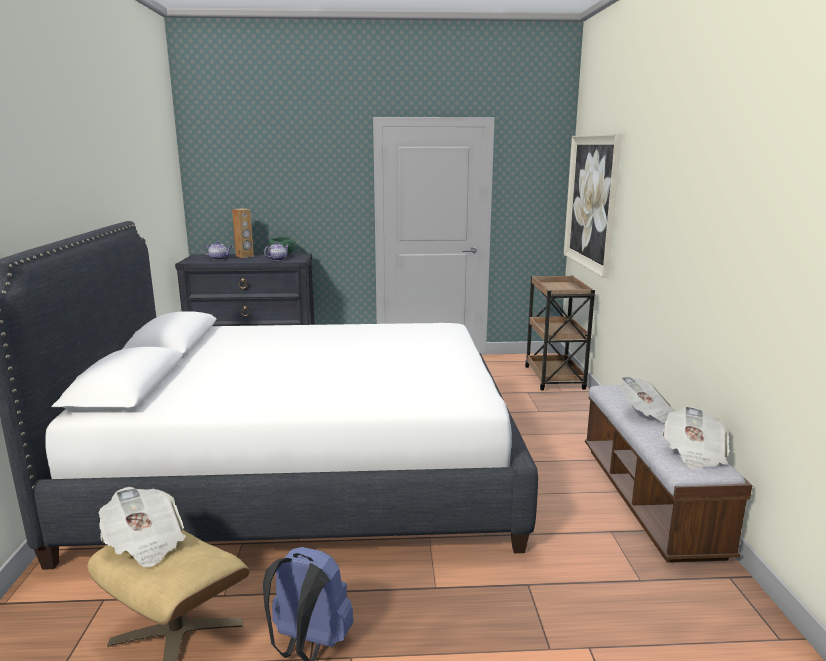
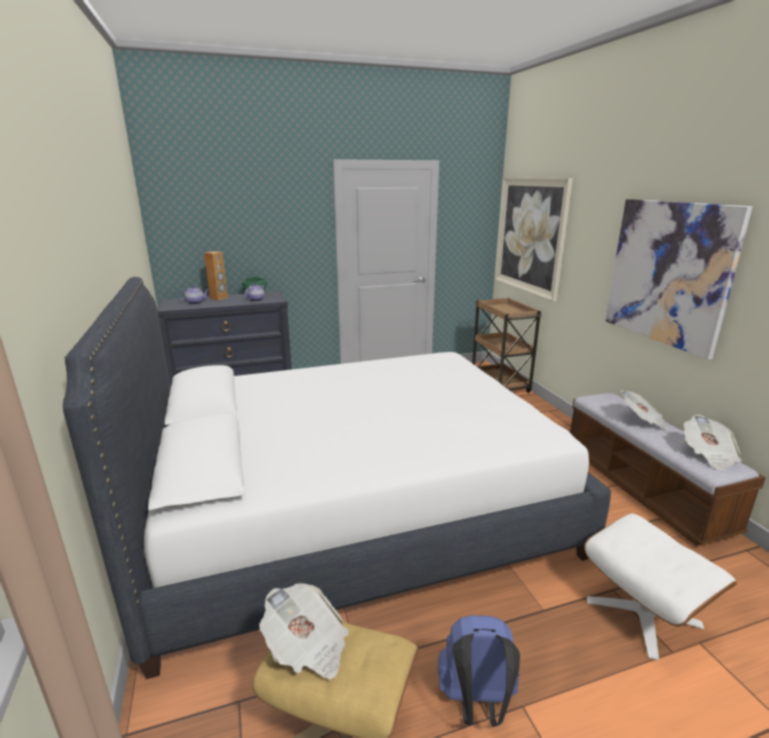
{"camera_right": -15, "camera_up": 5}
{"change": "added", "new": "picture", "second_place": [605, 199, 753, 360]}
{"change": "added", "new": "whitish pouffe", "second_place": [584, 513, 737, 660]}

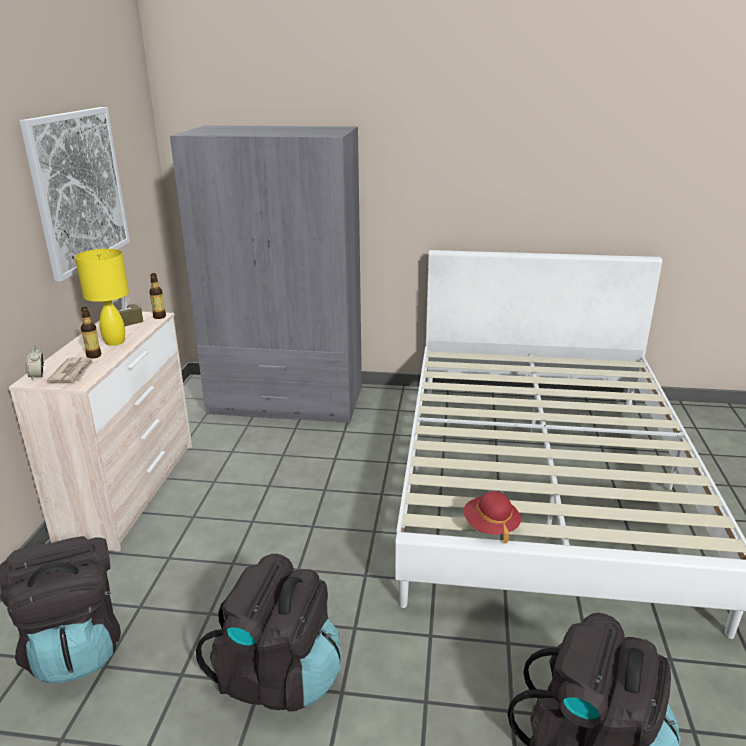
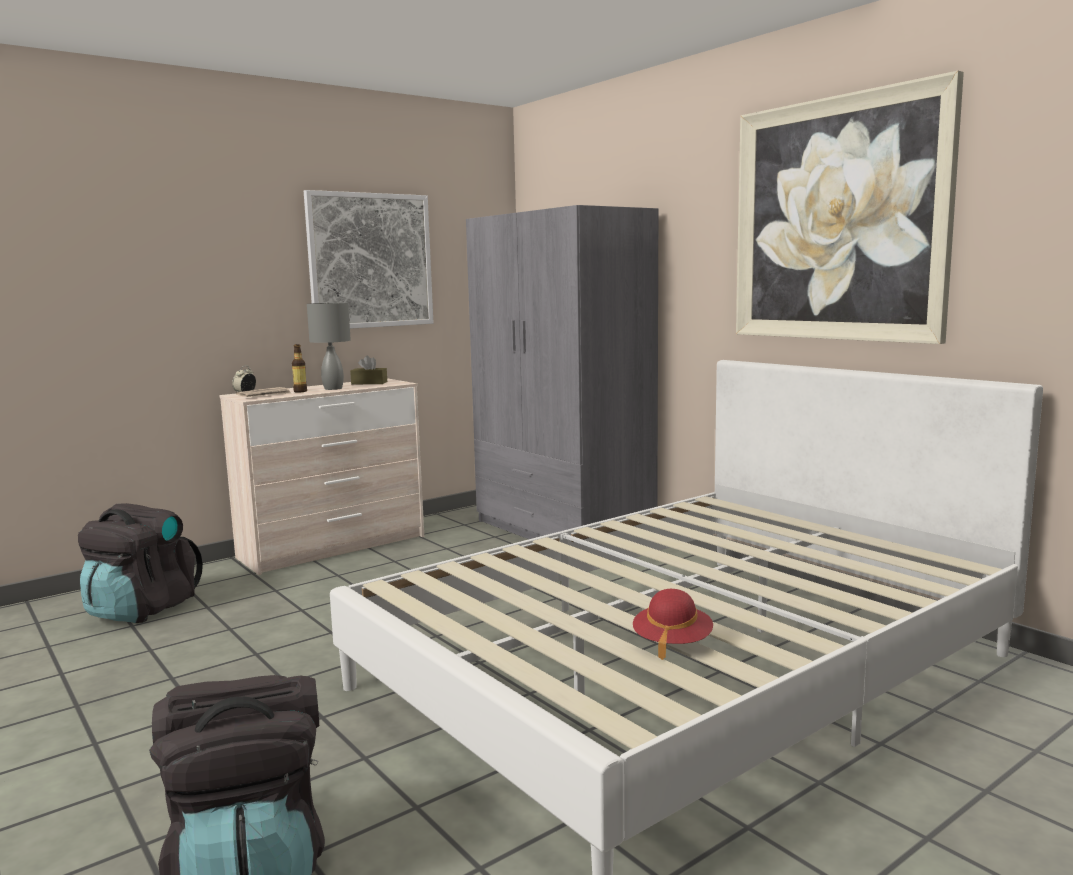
{"camera_right": 45, "camera_up": -15}
{"change": "recoloured", "old": "yellowish lamp for a table", "new": "gray lamp for a table", "first_place": [75, 249, 129, 346], "second_place": [307, 302, 351, 390]}
{"change": "removed", "old": "bottle", "first_place": [149, 273, 166, 319]}
{"change": "moved", "old": "red clothing hat", "first_place": [463, 491, 521, 544], "second_place": [633, 589, 713, 660]}
{"change": "removed", "old": "black backpack", "first_place": [196, 554, 342, 712]}
{"change": "added", "new": "picture", "second_place": [736, 71, 964, 344]}

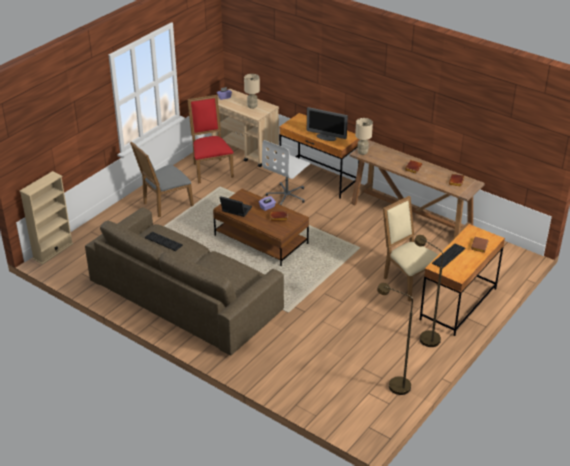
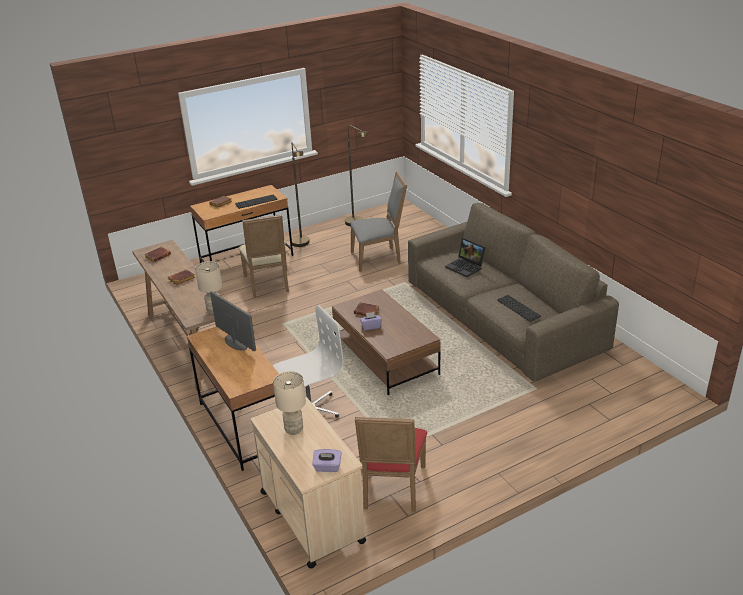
{"camera_right": -155, "camera_up": -5}
{"change": "moved", "old": "gray chair", "first_place": [130, 141, 194, 217], "second_place": [350, 171, 407, 272]}
{"change": "removed", "old": "beige bookshelf", "first_place": [19, 171, 74, 265]}
{"change": "moved", "old": "notebook computer", "first_place": [220, 196, 252, 217], "second_place": [445, 238, 486, 277]}

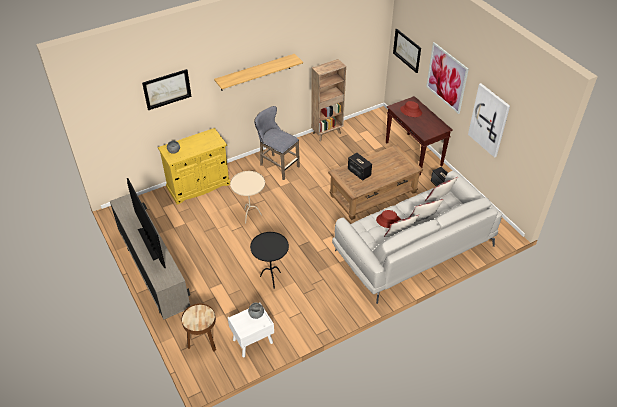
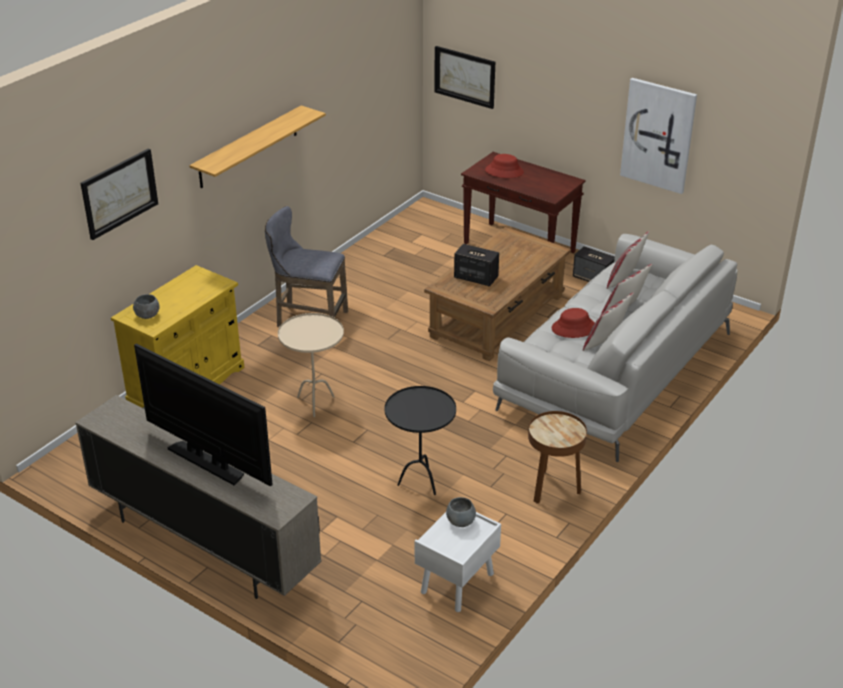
{"camera_right": -25, "camera_up": -10}
{"change": "removed", "old": "picture", "first_place": [426, 42, 469, 114]}
{"change": "removed", "old": "brown bookshelf", "first_place": [311, 59, 346, 141]}
{"change": "moved", "old": "brown side table", "first_place": [181, 303, 216, 352], "second_place": [528, 411, 587, 504]}

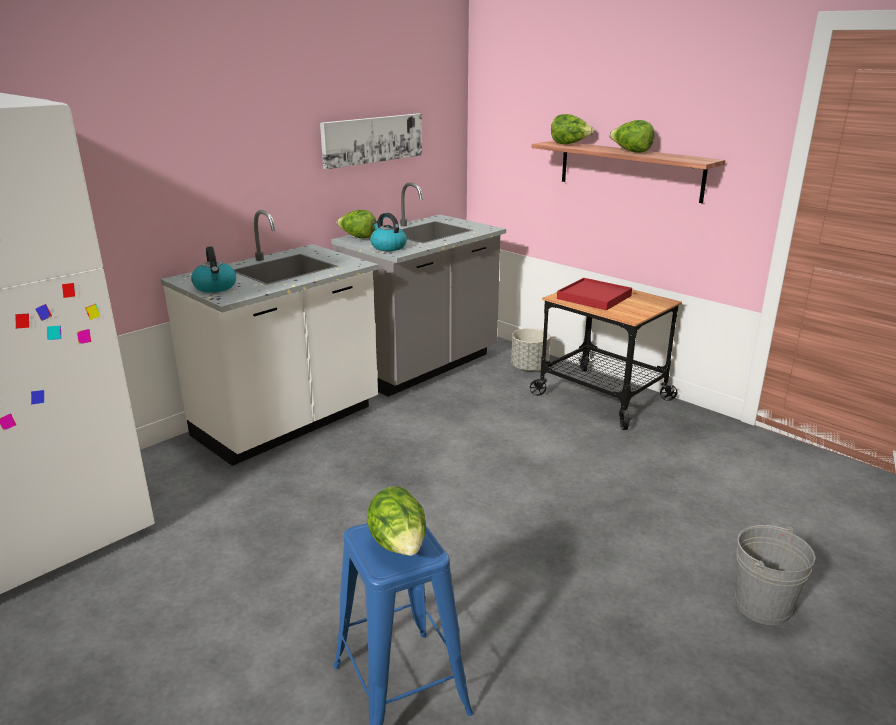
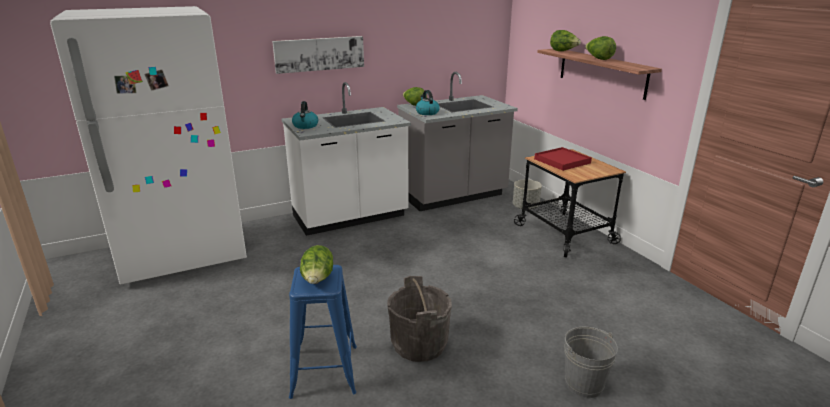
{"camera_right": 20, "camera_up": 0}
{"change": "moved", "old": "picture", "first_place": [320, 113, 422, 169], "second_place": [272, 36, 364, 74]}
{"change": "added", "new": "gray bucket", "second_place": [387, 276, 452, 362]}

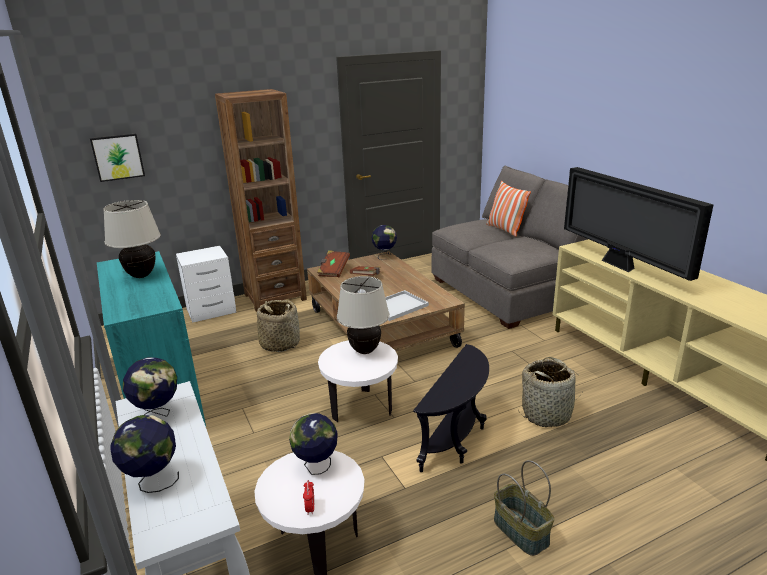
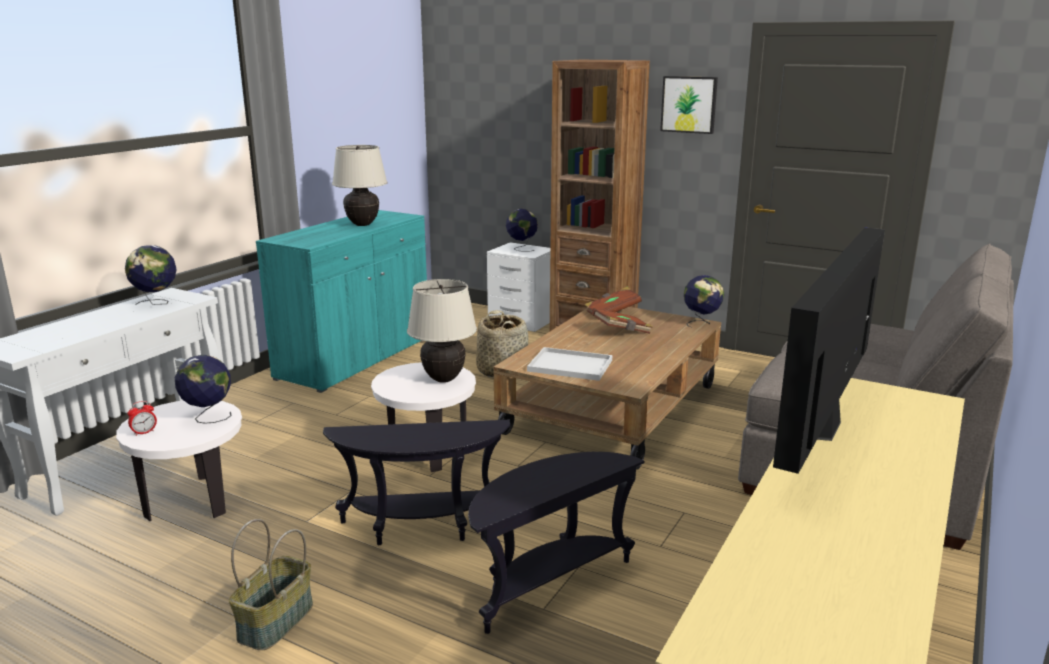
{"camera_right": 55, "camera_up": -5}
{"change": "moved", "old": "picture", "first_place": [90, 134, 145, 182], "second_place": [660, 76, 718, 134]}
{"change": "removed", "old": "pillow", "first_place": [487, 181, 531, 237]}
{"change": "replaced", "old": "basket", "new": "black side table", "first_place": [518, 357, 582, 427], "second_place": [468, 452, 644, 634]}
{"change": "moved", "old": "desk globe", "first_place": [110, 415, 179, 493], "second_place": [506, 209, 538, 252]}

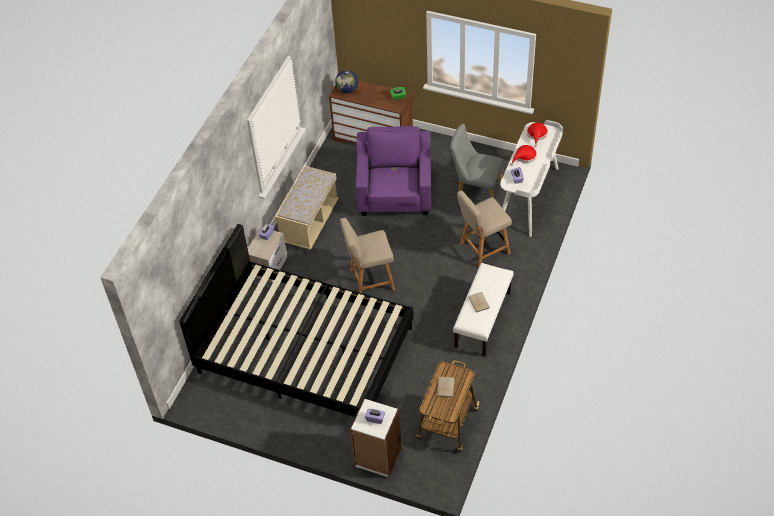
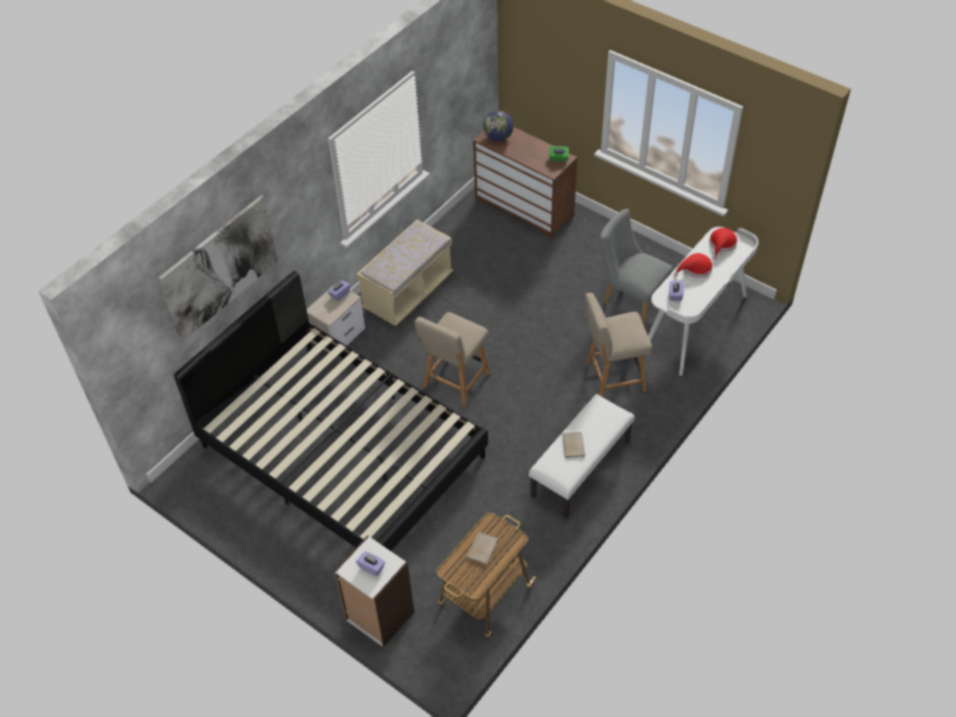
{"camera_right": 15, "camera_up": 0}
{"change": "removed", "old": "purple-coloured easy chair", "first_place": [356, 126, 431, 216]}
{"change": "turned", "old": "beige chair", "first_place": [340, 218, 395, 293], "second_place": [415, 312, 491, 406], "degrees": -60}
{"change": "added", "new": "picture", "second_place": [158, 195, 278, 342]}

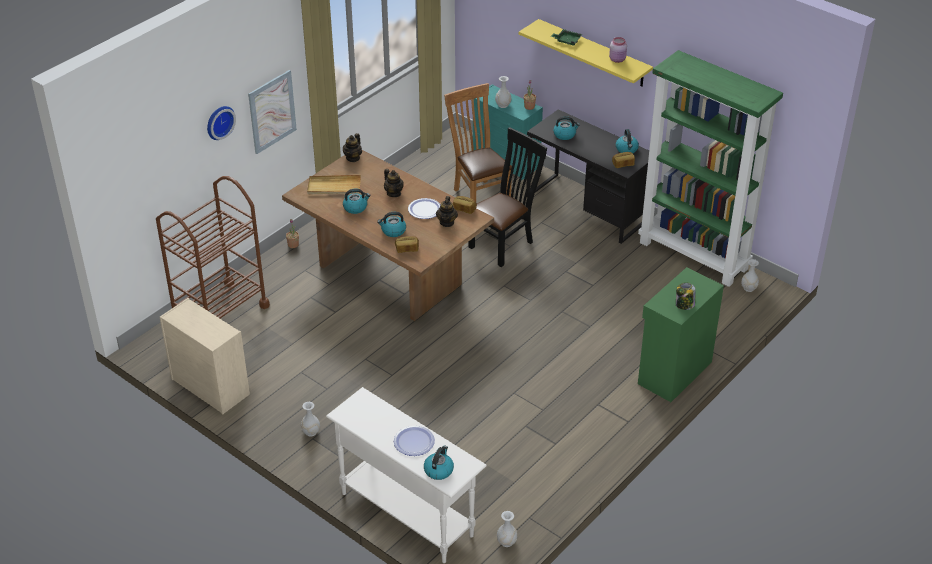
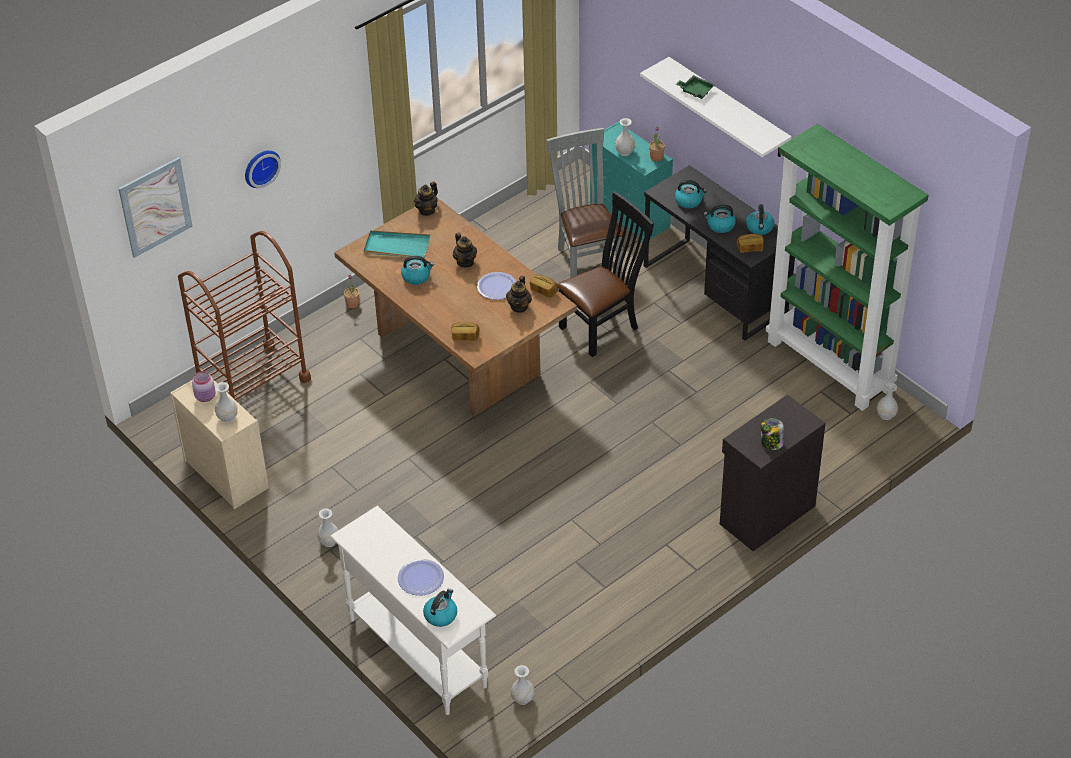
{"camera_right": 10, "camera_up": 5}
{"change": "recoloured", "old": "yellowish shelf", "new": "whitish shelf", "first_place": [519, 19, 653, 86], "second_place": [640, 57, 792, 157]}
{"change": "moved", "old": "pink preserve jar", "first_place": [609, 37, 627, 63], "second_place": [192, 371, 216, 402]}
{"change": "moved", "old": "picture", "first_place": [248, 70, 297, 154], "second_place": [118, 157, 193, 258]}
{"change": "recoloured", "old": "brown chair", "new": "gray chair", "first_place": [444, 83, 512, 201], "second_place": [547, 128, 623, 278]}
{"change": "recoloured", "old": "beige carrying tray", "new": "blue-green carrying tray", "first_place": [307, 175, 361, 194], "second_place": [364, 230, 430, 258]}
{"change": "moved", "old": "tea kettle", "first_place": [377, 212, 406, 237], "second_place": [704, 204, 736, 233]}
{"change": "recoloured", "old": "green-coloured storage cabinet", "new": "black storage cabinet", "first_place": [638, 267, 724, 402], "second_place": [720, 394, 826, 551]}
{"change": "added", "new": "whitish decorative vase", "second_place": [215, 382, 238, 422]}

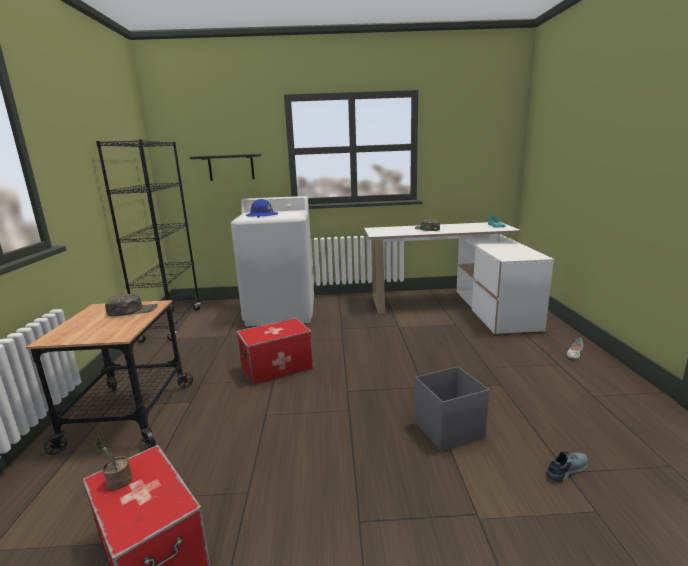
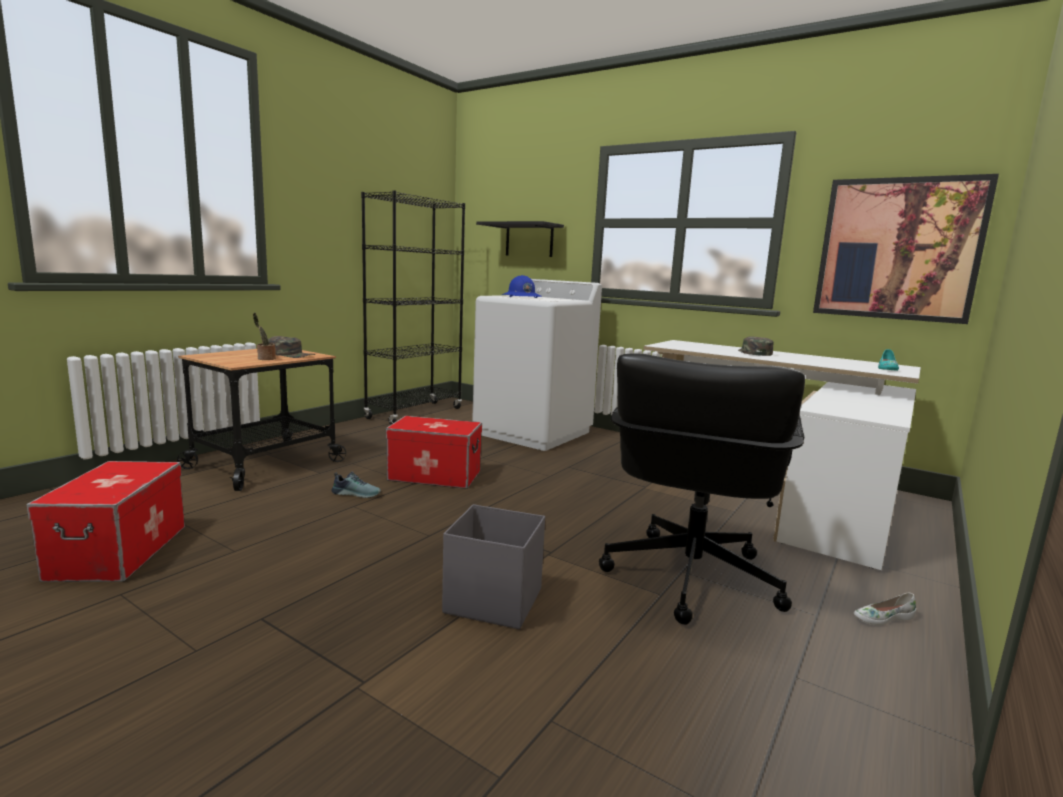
{"camera_right": 35, "camera_up": -5}
{"change": "moved", "old": "potted plant", "first_place": [95, 436, 132, 490], "second_place": [253, 312, 276, 360]}
{"change": "moved", "old": "low shoe", "first_place": [546, 450, 588, 482], "second_place": [331, 471, 381, 498]}
{"change": "added", "new": "picture", "second_place": [813, 174, 999, 324]}
{"change": "added", "new": "black computer chair", "second_place": [599, 353, 805, 625]}

